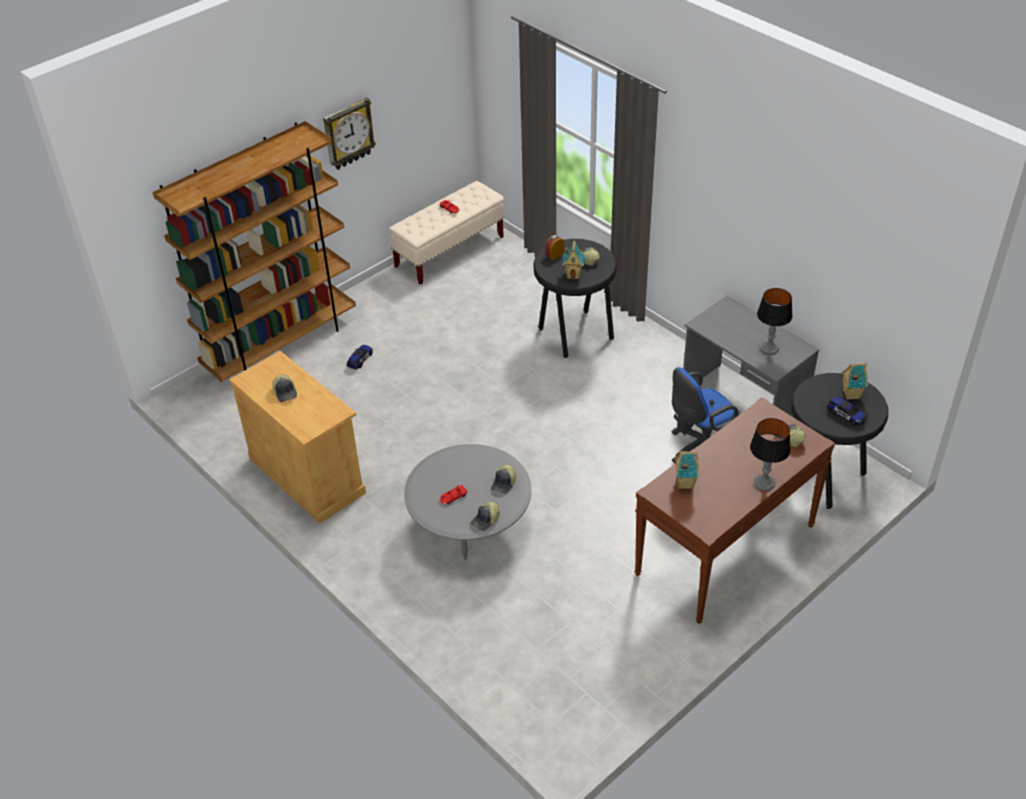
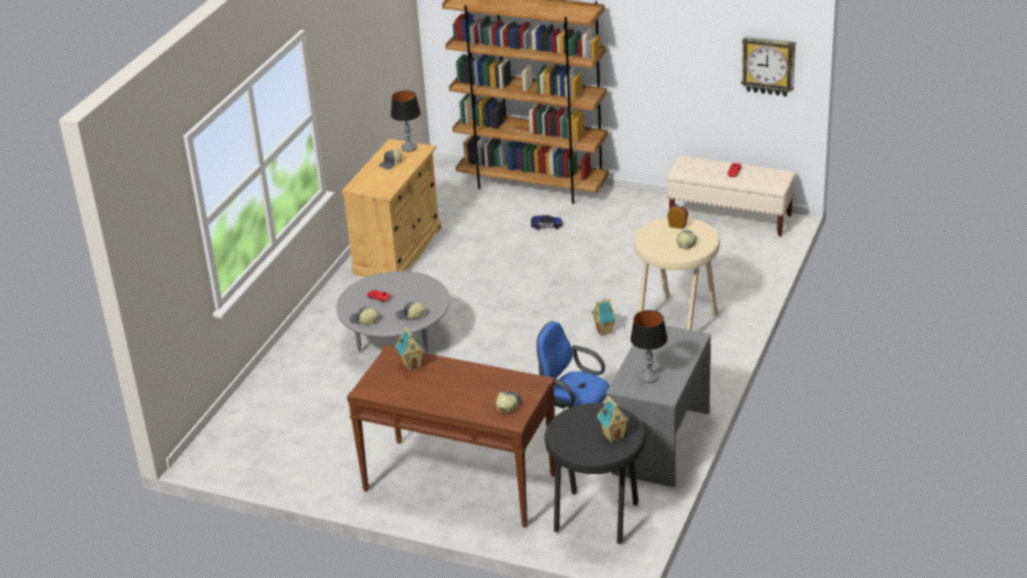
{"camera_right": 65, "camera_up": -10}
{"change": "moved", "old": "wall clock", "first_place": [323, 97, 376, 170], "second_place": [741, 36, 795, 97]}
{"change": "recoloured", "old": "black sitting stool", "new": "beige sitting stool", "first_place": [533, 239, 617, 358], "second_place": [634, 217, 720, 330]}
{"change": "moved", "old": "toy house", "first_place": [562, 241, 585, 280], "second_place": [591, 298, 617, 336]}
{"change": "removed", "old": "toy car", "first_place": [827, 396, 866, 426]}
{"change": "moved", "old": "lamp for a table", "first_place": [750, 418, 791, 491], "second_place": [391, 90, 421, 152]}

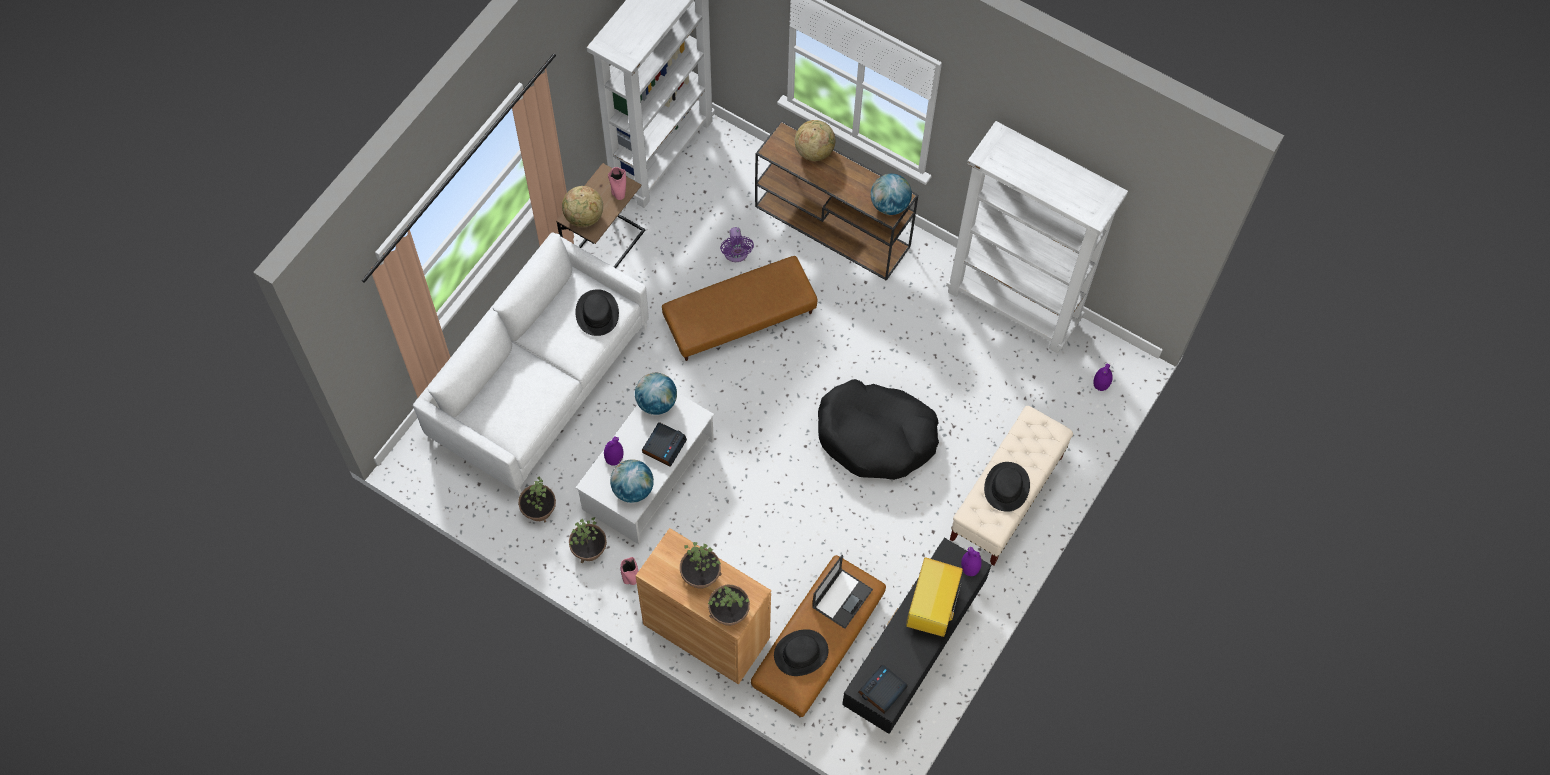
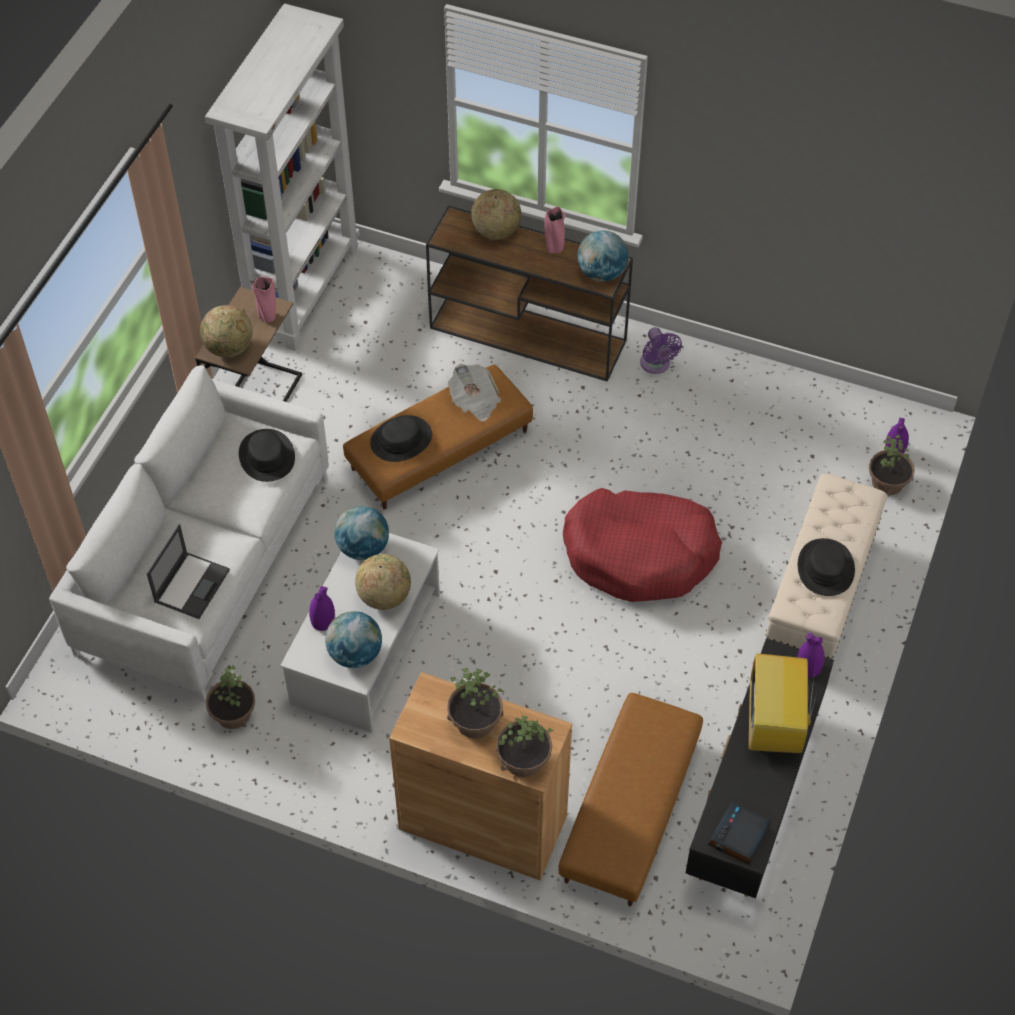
{"camera_right": -10, "camera_up": -10}
{"change": "removed", "old": "whitish bookshelf", "first_place": [946, 121, 1128, 354]}
{"change": "moved", "old": "purple-coloured fan", "first_place": [720, 227, 754, 262], "second_place": [640, 327, 682, 374]}
{"change": "recoloured", "old": "black pet bed", "new": "red pet bed", "first_place": [818, 379, 939, 480], "second_place": [563, 488, 722, 602]}
{"change": "replaced", "old": "table clock", "new": "desk globe", "first_place": [642, 422, 687, 467], "second_place": [355, 554, 411, 610]}
{"change": "moved", "old": "potted plant", "first_place": [569, 517, 607, 563], "second_place": [869, 435, 915, 496]}
{"change": "moved", "old": "notebook computer", "first_place": [812, 555, 873, 629], "second_place": [147, 524, 230, 619]}
{"change": "moved", "old": "pink decorative vase", "first_place": [620, 557, 638, 585], "second_place": [544, 207, 565, 254]}
{"change": "moved", "old": "black clothing hat", "first_place": [774, 629, 828, 676], "second_place": [370, 415, 432, 462]}
{"change": "added", "new": "newspaper", "second_place": [448, 364, 501, 421]}

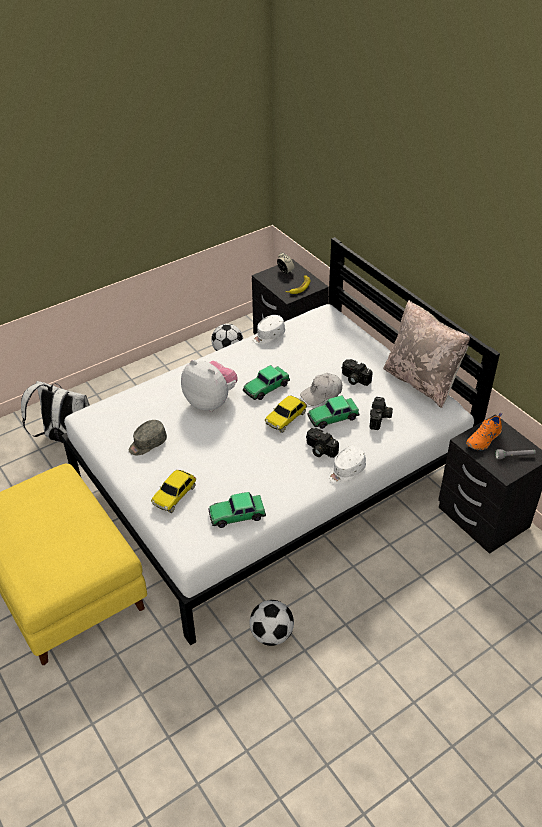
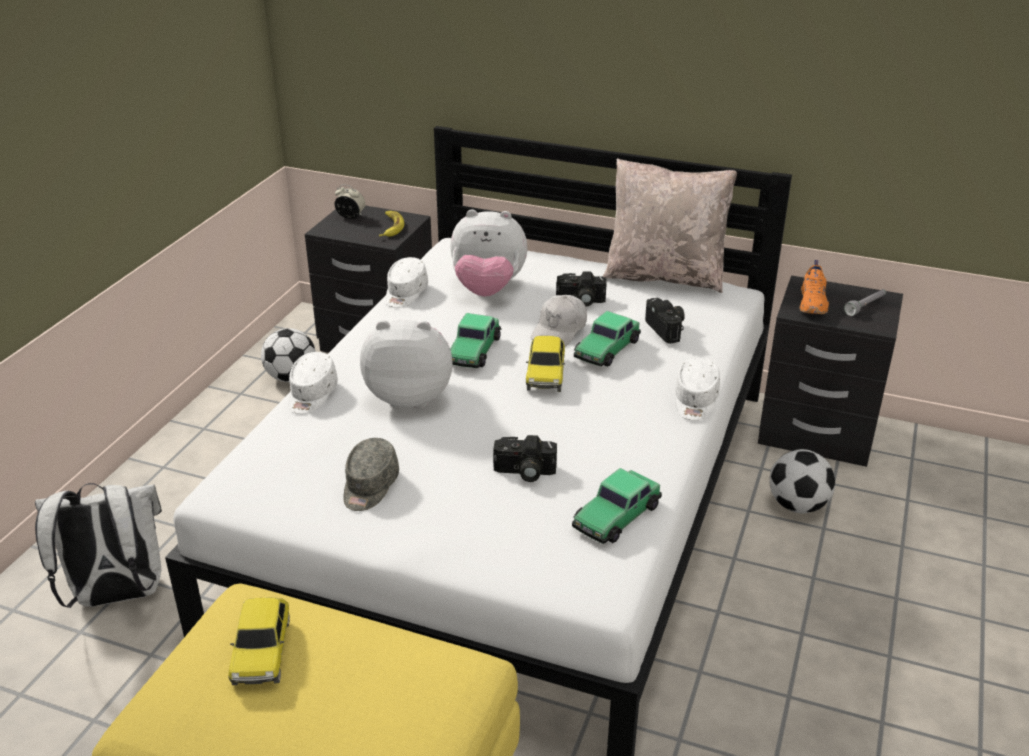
{"camera_right": -35, "camera_up": -10}
{"change": "moved", "old": "photo camera", "first_place": [306, 428, 339, 458], "second_place": [493, 435, 557, 482]}
{"change": "moved", "old": "toy car", "first_place": [151, 470, 196, 513], "second_place": [228, 598, 290, 685]}
{"change": "moved", "old": "football ball", "first_place": [249, 600, 294, 646], "second_place": [770, 449, 835, 513]}
{"change": "added", "new": "cuddly toy", "second_place": [450, 209, 527, 297]}
{"change": "added", "new": "whitish baseball cap", "second_place": [288, 352, 338, 414]}

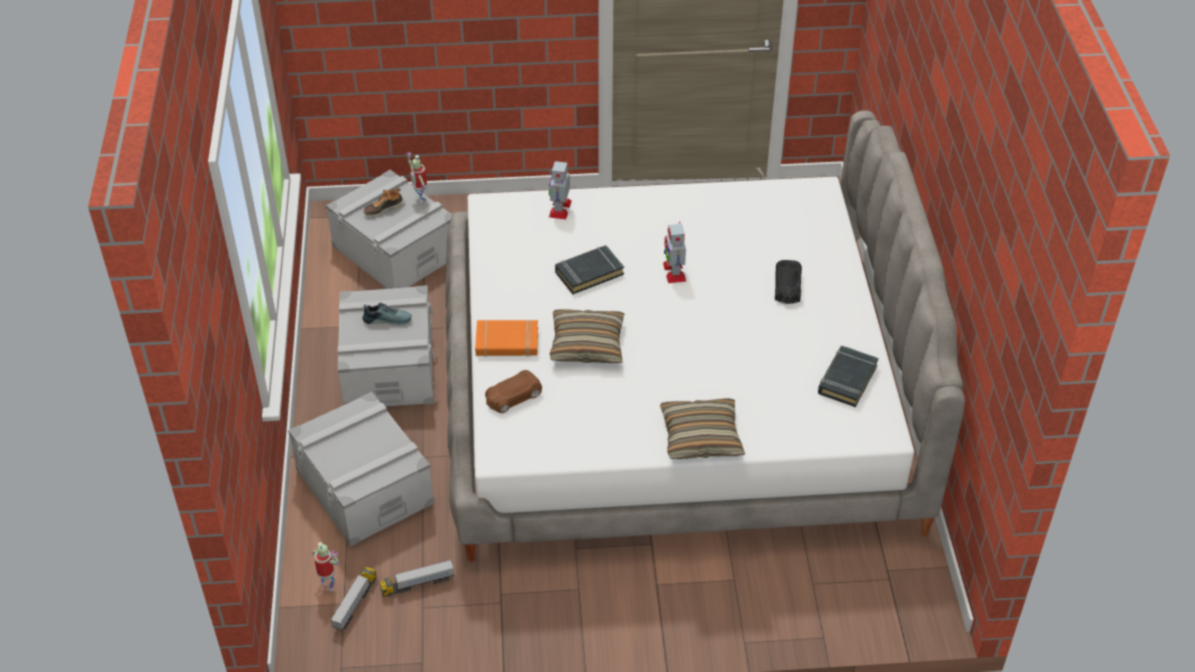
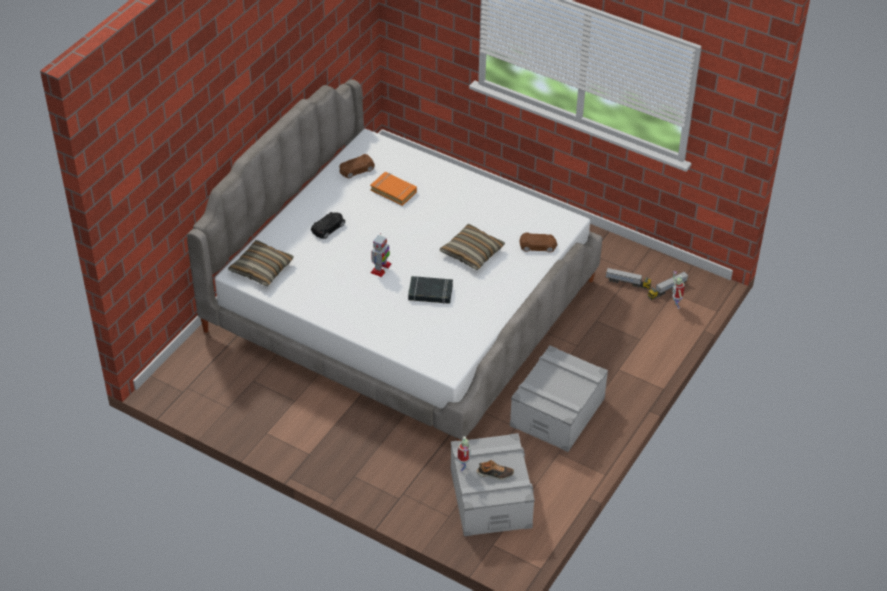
{"camera_right": -145, "camera_up": 0}
{"change": "removed", "old": "toy robot", "first_place": [549, 160, 572, 219]}
{"change": "removed", "old": "low shoe", "first_place": [363, 303, 412, 326]}
{"change": "moved", "old": "orange-coloured volume", "first_place": [475, 320, 538, 357], "second_place": [370, 172, 417, 206]}
{"change": "replaced", "old": "black volume", "new": "brown toy car", "first_place": [818, 346, 879, 407], "second_place": [339, 154, 375, 178]}
{"change": "removed", "old": "gray storage container", "first_place": [288, 392, 434, 547]}
{"change": "moved", "old": "pillow", "first_place": [660, 398, 745, 459], "second_place": [228, 240, 294, 286]}

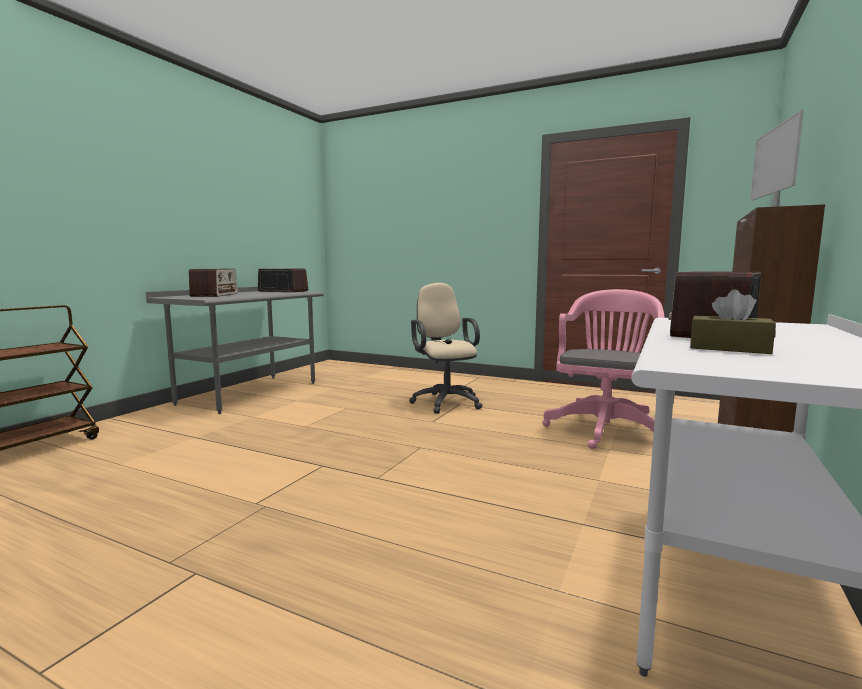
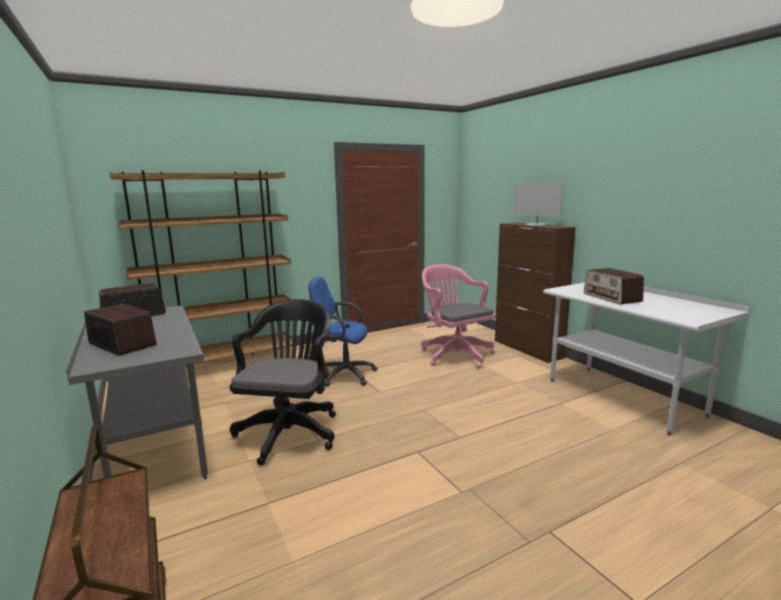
{"camera_right": -55, "camera_up": 5}
{"change": "recoloured", "old": "beige computer chair", "new": "blue computer chair", "first_place": [409, 283, 483, 414], "second_place": [309, 277, 378, 387]}
{"change": "removed", "old": "brown tissue holder", "first_place": [690, 289, 776, 354]}
{"change": "added", "new": "brown bookshelf", "second_place": [110, 170, 297, 367]}
{"change": "added", "new": "black computer chair", "second_place": [229, 299, 336, 466]}

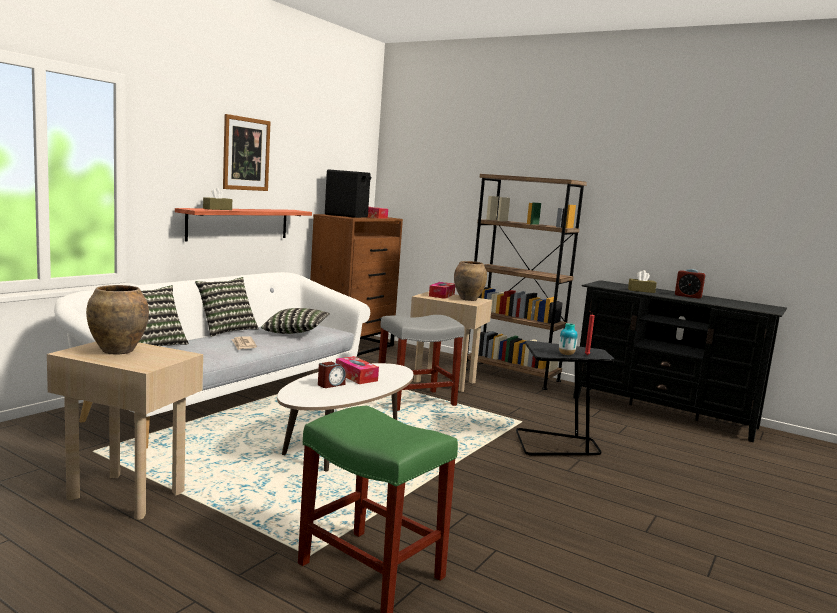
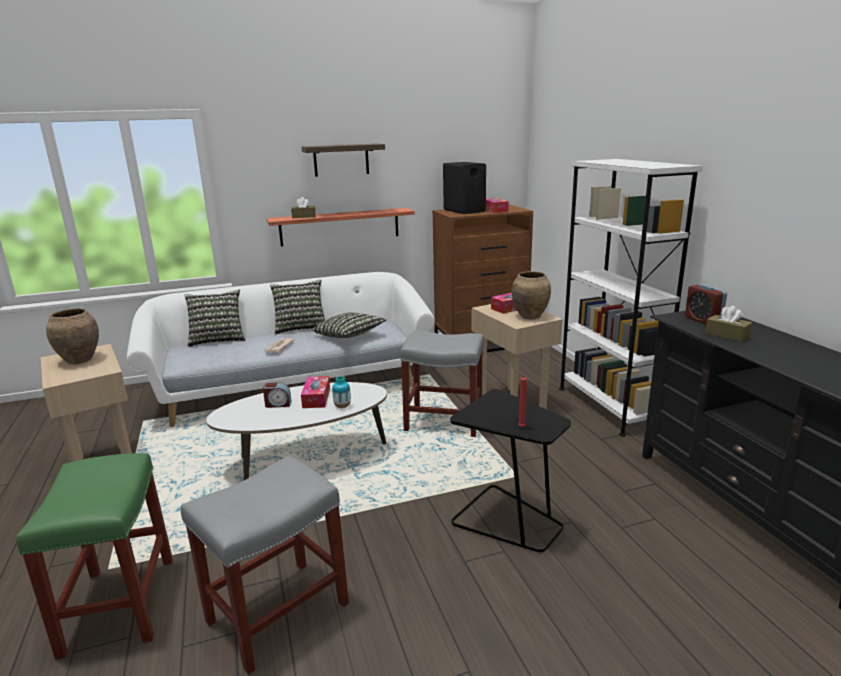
{"camera_right": 40, "camera_up": 10}
{"change": "replaced", "old": "picture", "new": "shelf", "first_place": [223, 114, 270, 191], "second_place": [301, 143, 385, 177]}
{"change": "recoloured", "old": "brown bookshelf", "new": "whitish bookshelf", "first_place": [466, 174, 587, 390], "second_place": [559, 159, 703, 437]}
{"change": "moved", "old": "table clock", "first_place": [675, 269, 706, 299], "second_place": [685, 284, 727, 325]}
{"change": "moved", "old": "decorative vase", "first_place": [559, 323, 578, 355], "second_place": [332, 376, 351, 408]}
{"change": "added", "new": "gray sitting stool", "second_place": [181, 456, 349, 675]}

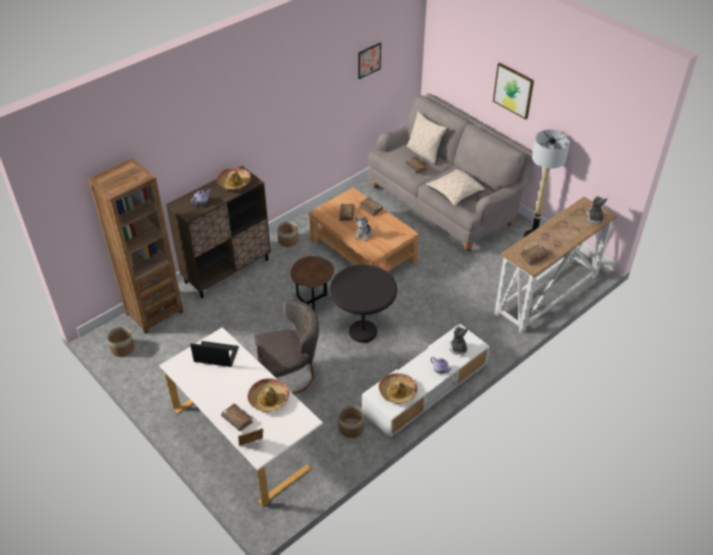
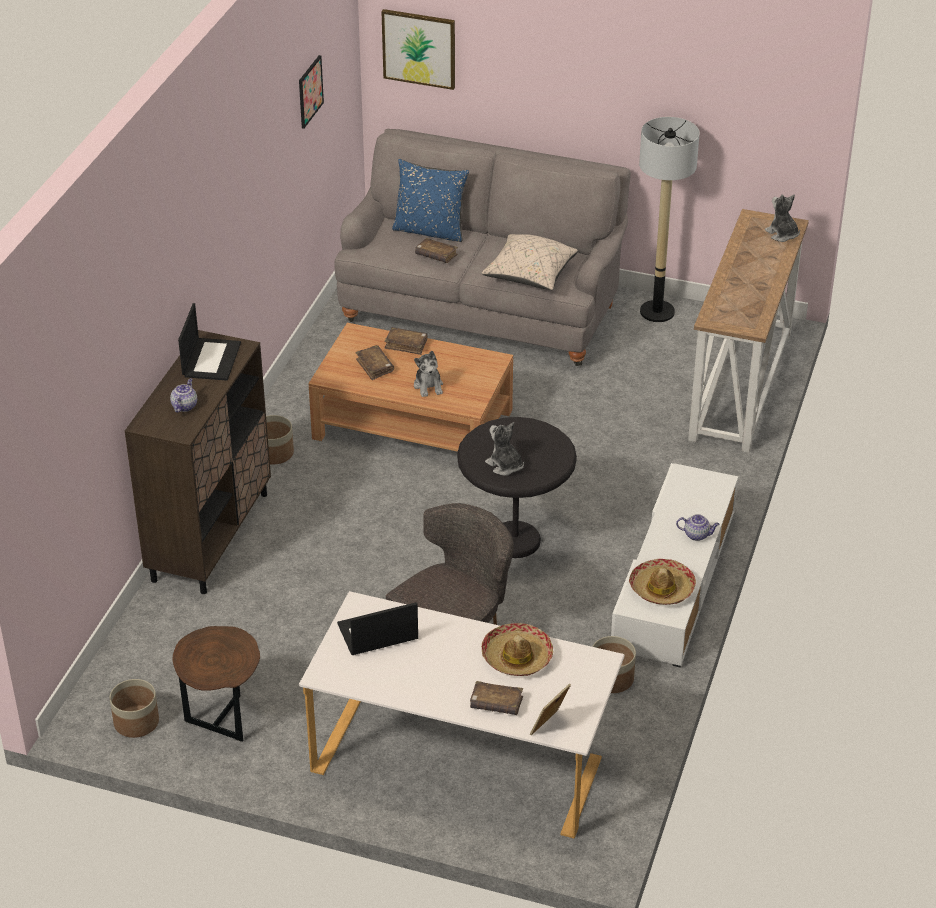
{"camera_right": -30, "camera_up": -5}
{"change": "moved", "old": "picture", "first_place": [493, 63, 534, 119], "second_place": [381, 9, 455, 90]}
{"change": "recoloured", "old": "beige pillow", "new": "blue pillow", "first_place": [407, 111, 448, 165], "second_place": [392, 159, 469, 242]}
{"change": "removed", "old": "brown bookshelf", "first_place": [88, 158, 184, 334]}
{"change": "replaced", "old": "clothing hat", "new": "notebook computer", "first_place": [217, 168, 251, 190], "second_place": [178, 303, 241, 381]}
{"change": "removed", "old": "brown volume", "first_place": [521, 244, 549, 265]}
{"change": "moved", "old": "brown side table", "first_place": [291, 256, 334, 311], "second_place": [172, 626, 260, 742]}
{"change": "moved", "old": "cuddly toy", "first_place": [449, 325, 468, 355], "second_place": [485, 422, 524, 476]}

